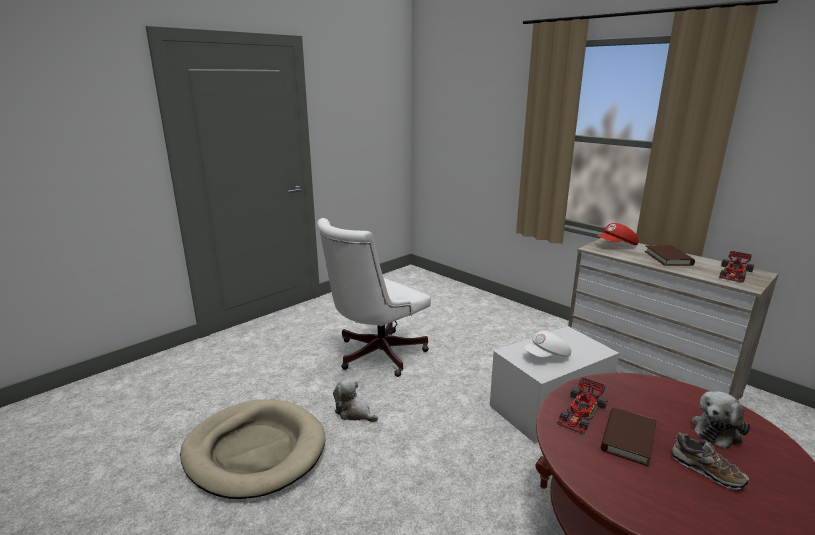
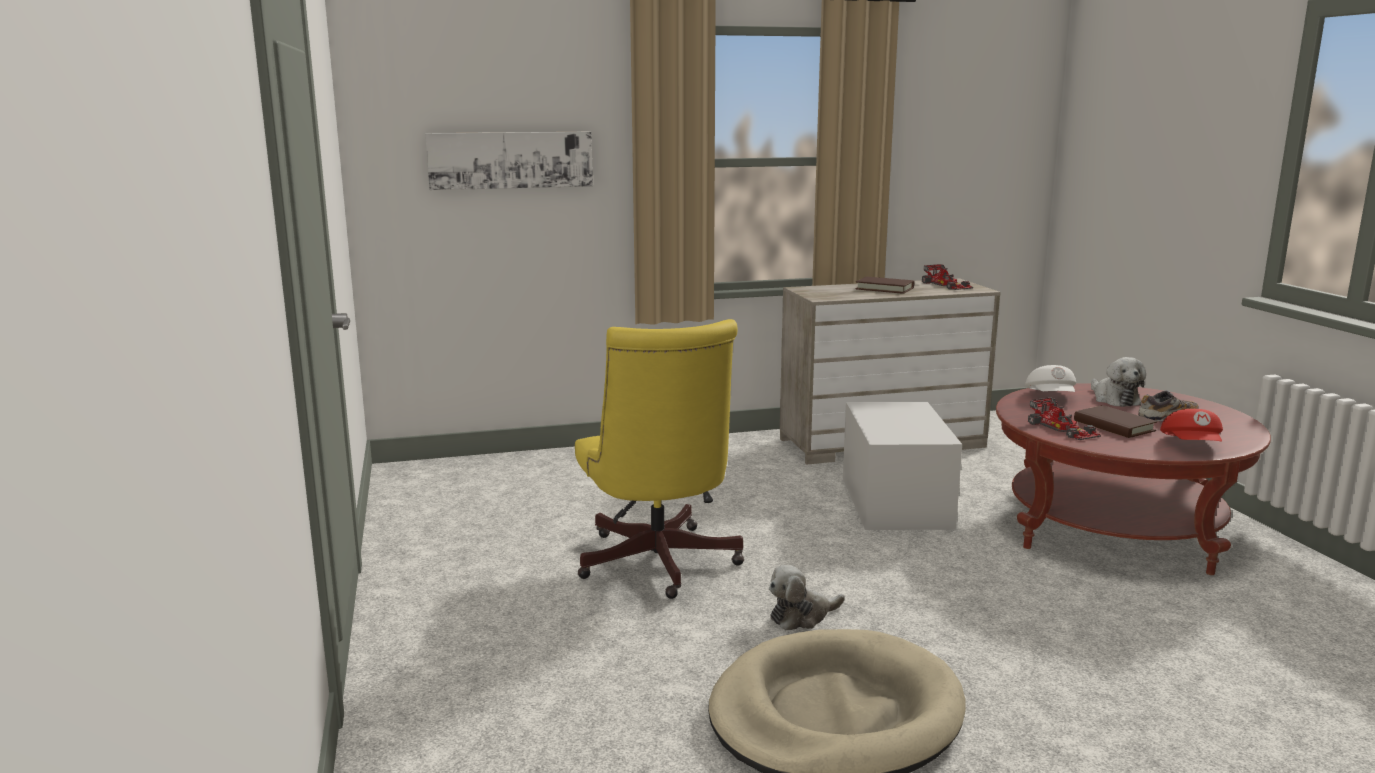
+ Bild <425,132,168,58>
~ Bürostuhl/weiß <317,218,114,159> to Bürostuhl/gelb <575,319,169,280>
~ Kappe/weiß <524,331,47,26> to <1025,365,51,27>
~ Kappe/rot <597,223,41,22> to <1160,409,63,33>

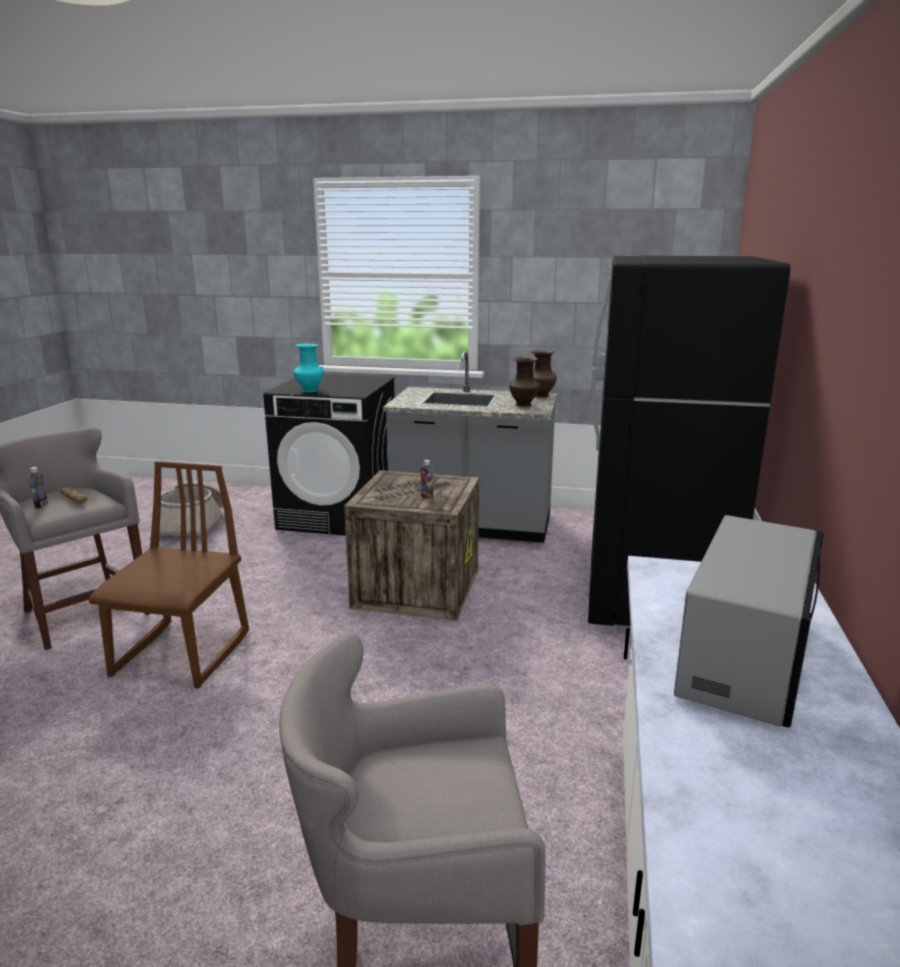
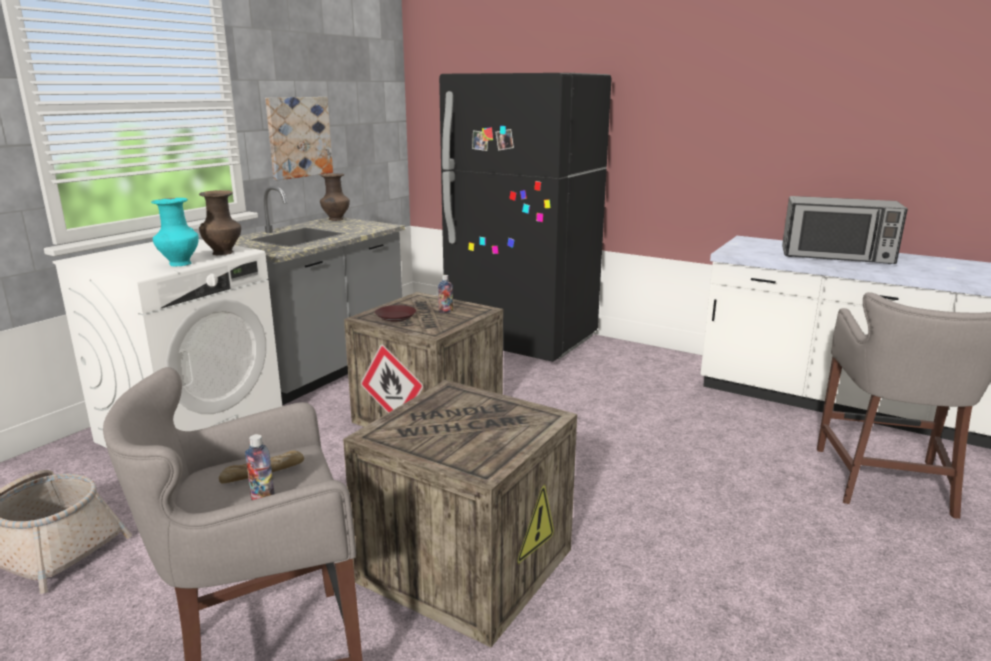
~ Waschmaschine/schwarz <263,374,132,162> to Waschmaschine/weiß <52,239,230,209>
~ Vase/braun <509,356,31,51> to <199,190,42,65>
+ Bild <265,97,68,83>
~ Stuhl/braun <88,461,161,228> to Kiste <343,380,234,267>
+ Teller/braun <375,305,41,16>
~ Mikrowelle <674,515,150,213> = <782,196,126,68> 150 degrees clockwise

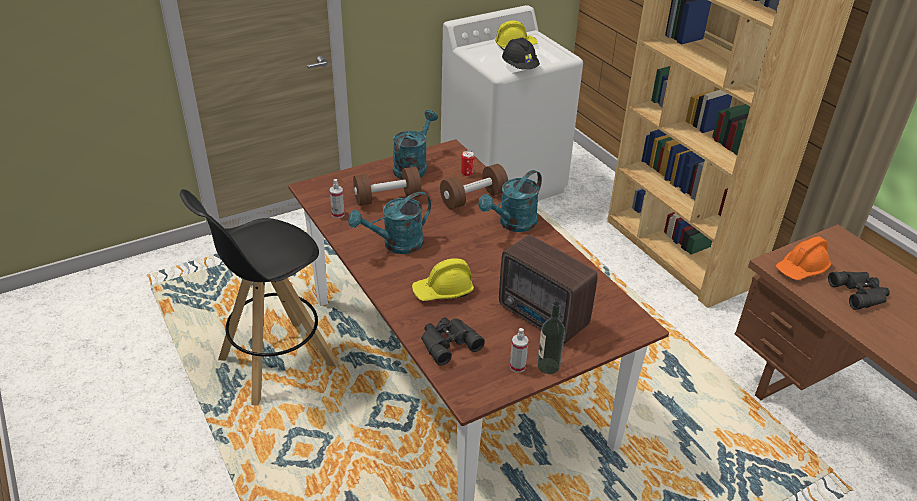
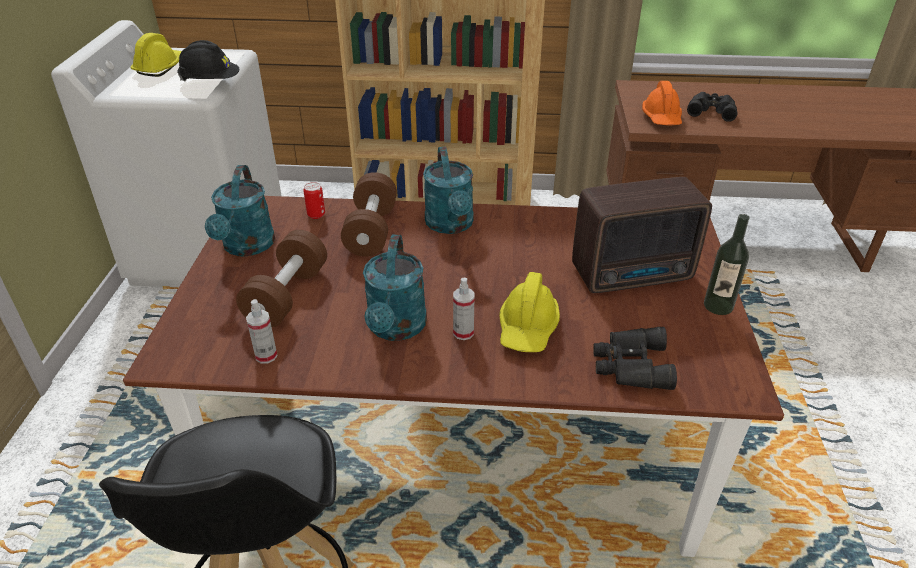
~ Gießkanne/türkis <393,110,45,69> = <205,165,70,91> 150 degrees counterclockwise
~ Sprühflasche <510,328,19,45> to <453,278,22,62>

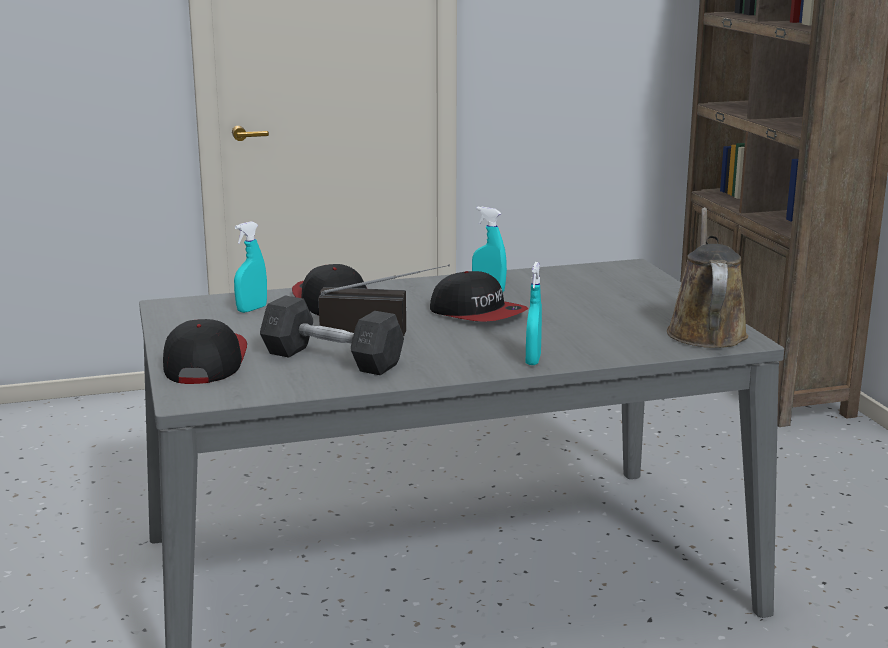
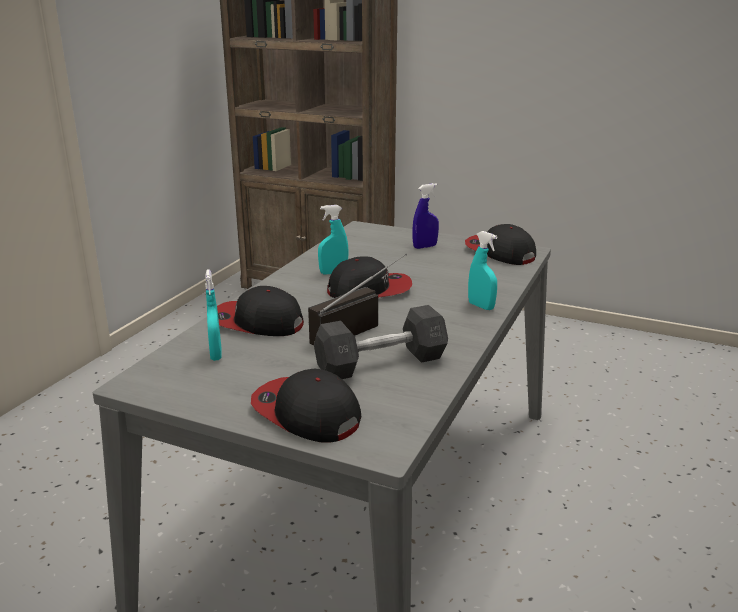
+ Sprühflasche/blau <412,183,27,66>
~ Gießkanne/braun <667,207,81,141> to Kappe <465,224,71,41>

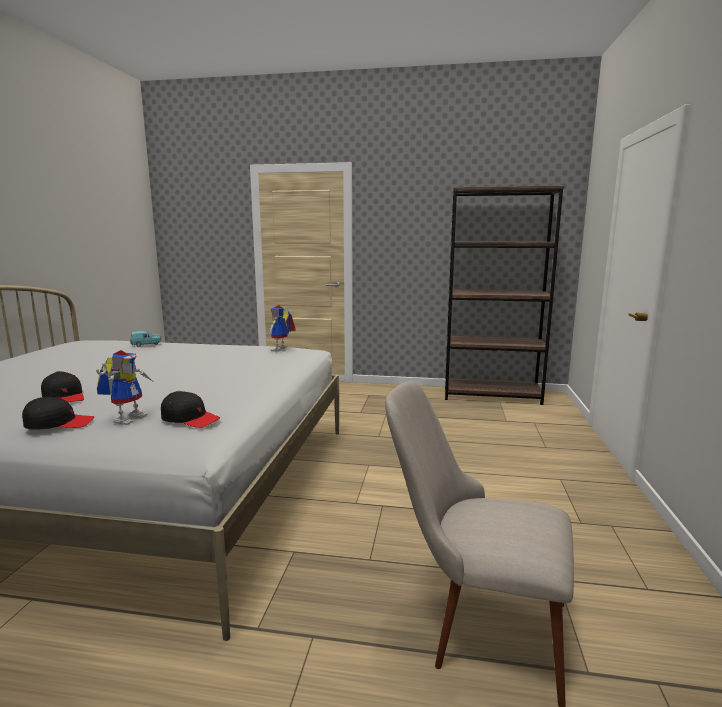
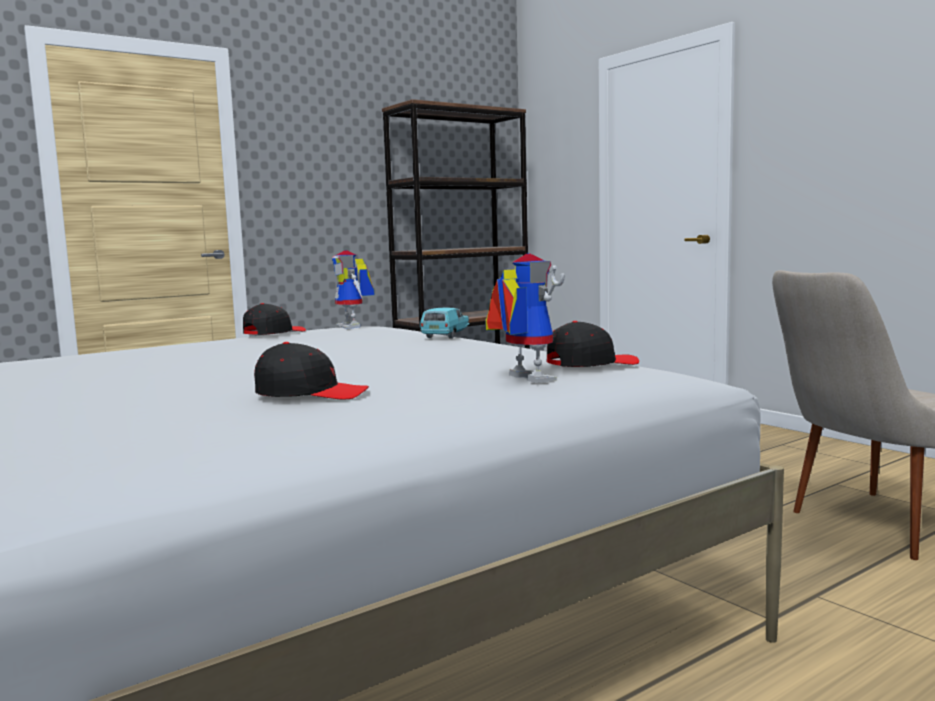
~ Kappe/schwarz <22,397,72,33> to <243,303,63,32>
~ Spielzeugauto/türkis <130,331,31,16> to <420,307,50,31>

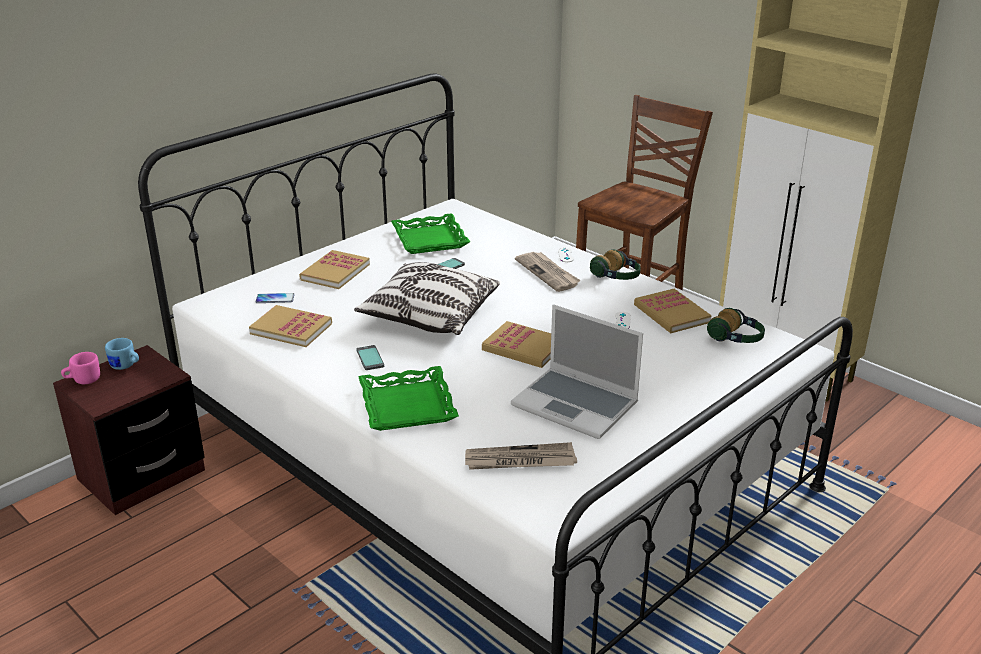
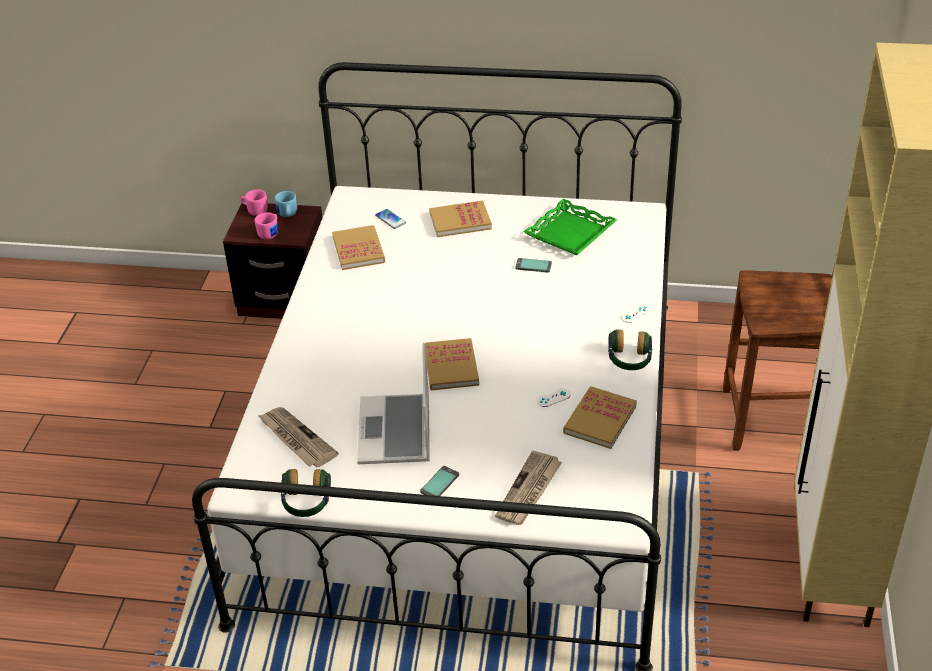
+ Henkelbecher/rosa <255,212,23,27>
~ Kopfhörer <707,308,58,35> to <281,469,50,48>
~ Handy <356,345,28,25> to <420,466,39,30>
~ Zeitung <515,252,66,40> to <495,451,67,74>
- Kissen <354,262,146,73>
- Tablett/grün <358,366,101,65>

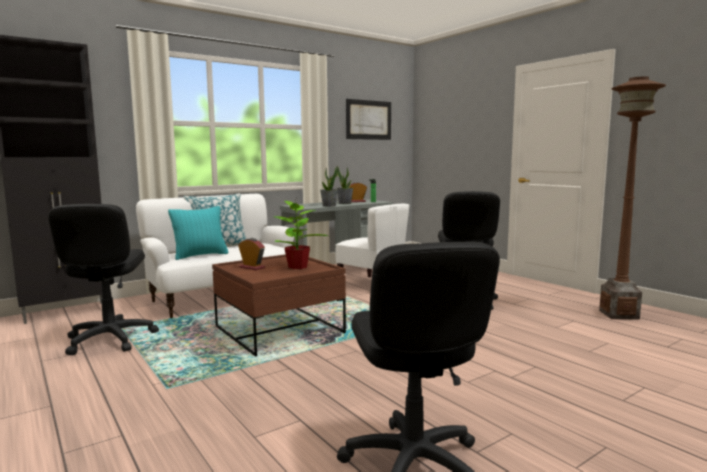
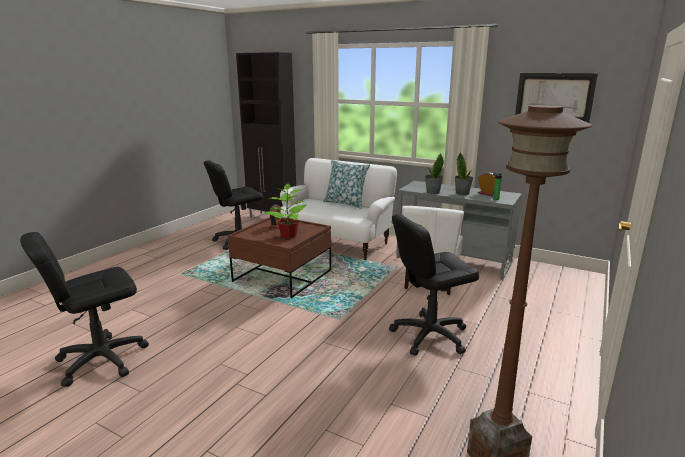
- Kissen/türkis <168,206,60,54>

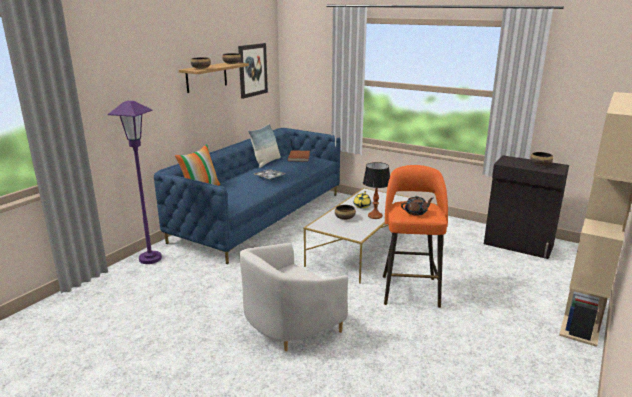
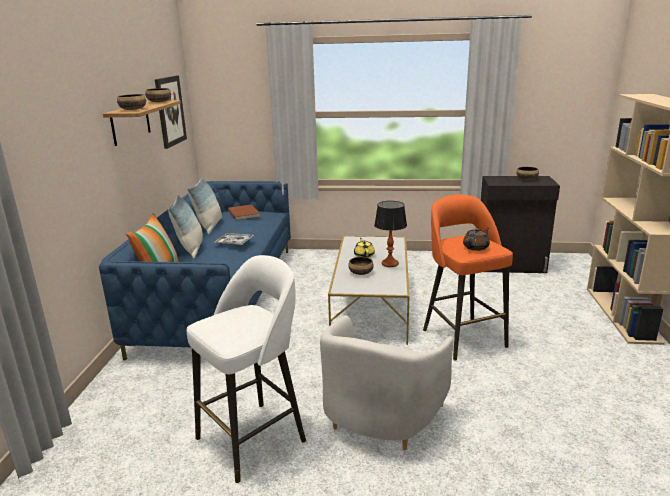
+ Kissen <168,195,35,63>
+ Hocker/weiß <187,255,119,228>
- Stehlampe/lila <108,101,54,163>

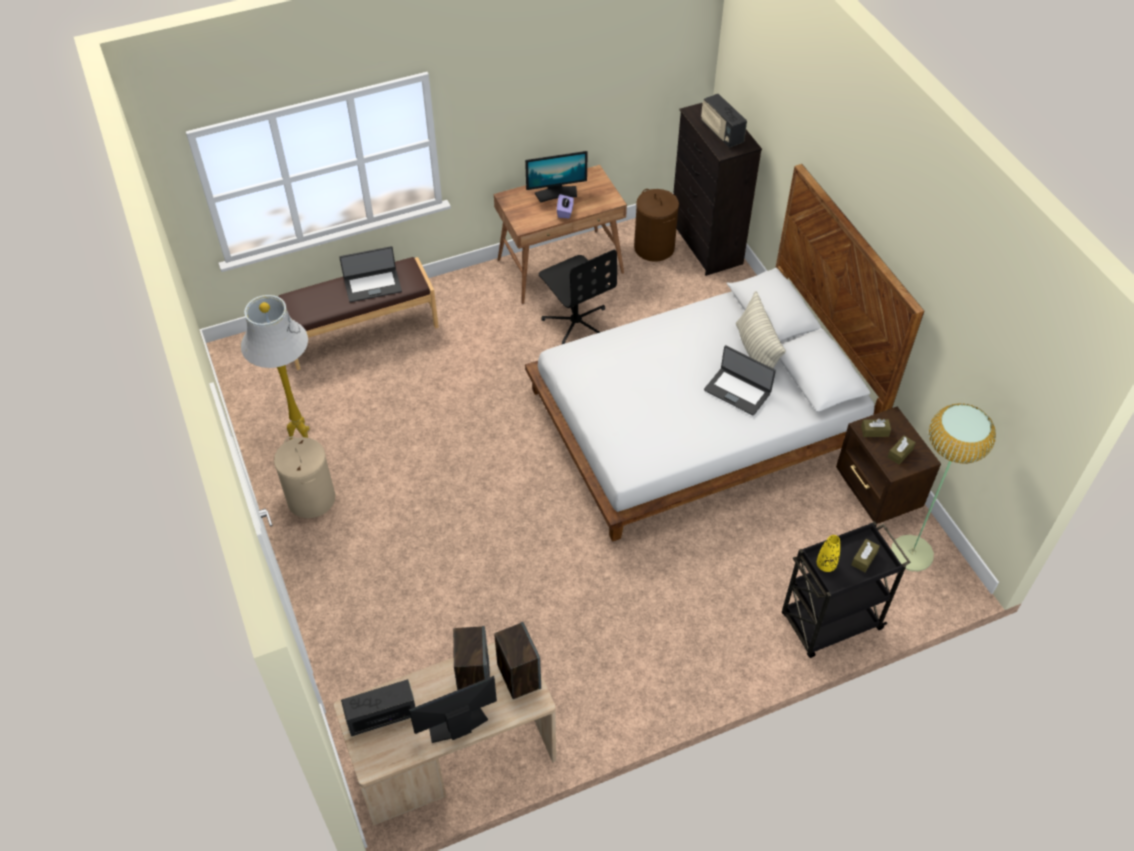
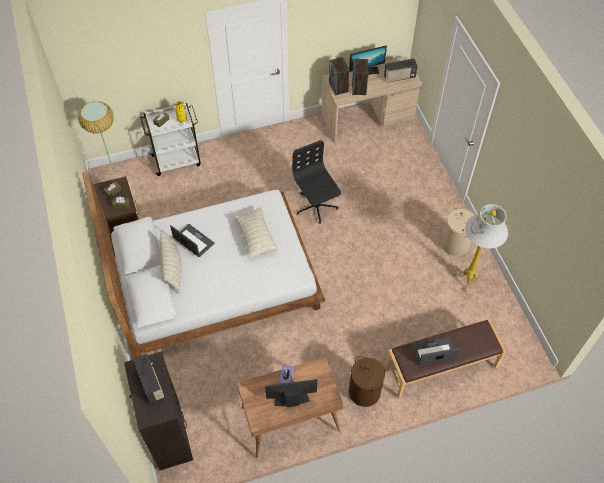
~ Rollwagen/schwarz <782,521,129,137> to Rollwagen/weiß <140,103,61,73>
+ Kissen <233,207,46,51>
~ Bürostuhl/schwarz <539,249,78,95> to <292,140,49,84>
~ Wäschekorb/braun <634,189,45,73> to <349,356,36,51>

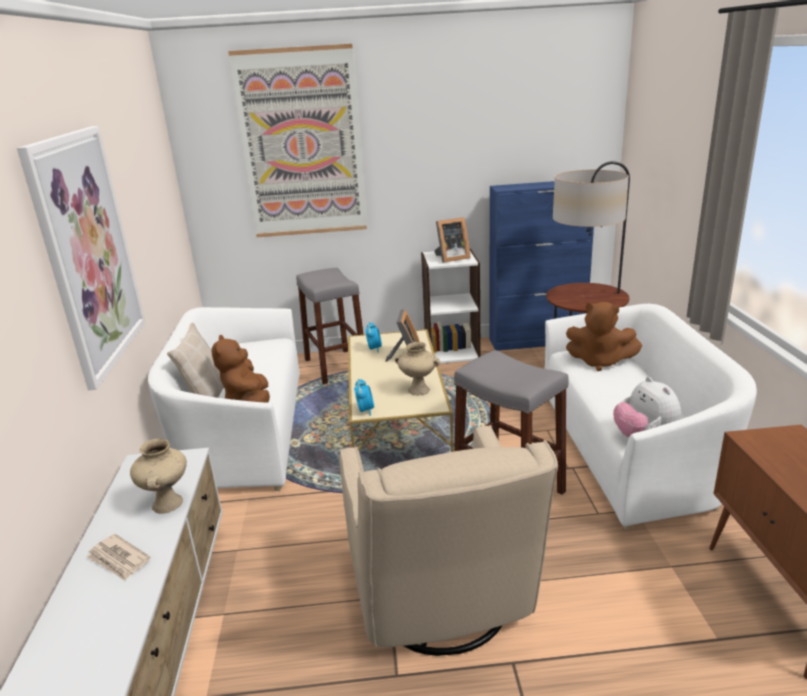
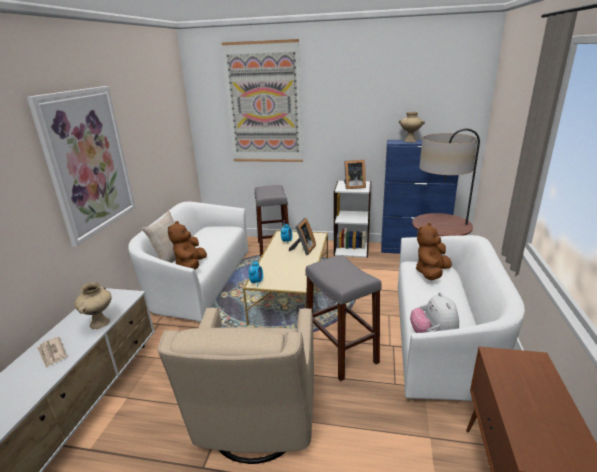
~ Vase/beige <395,342,45,53> to <399,112,26,30>
~ Plüschtier/braun <566,302,76,69> = <416,223,36,57> 90 degrees clockwise

